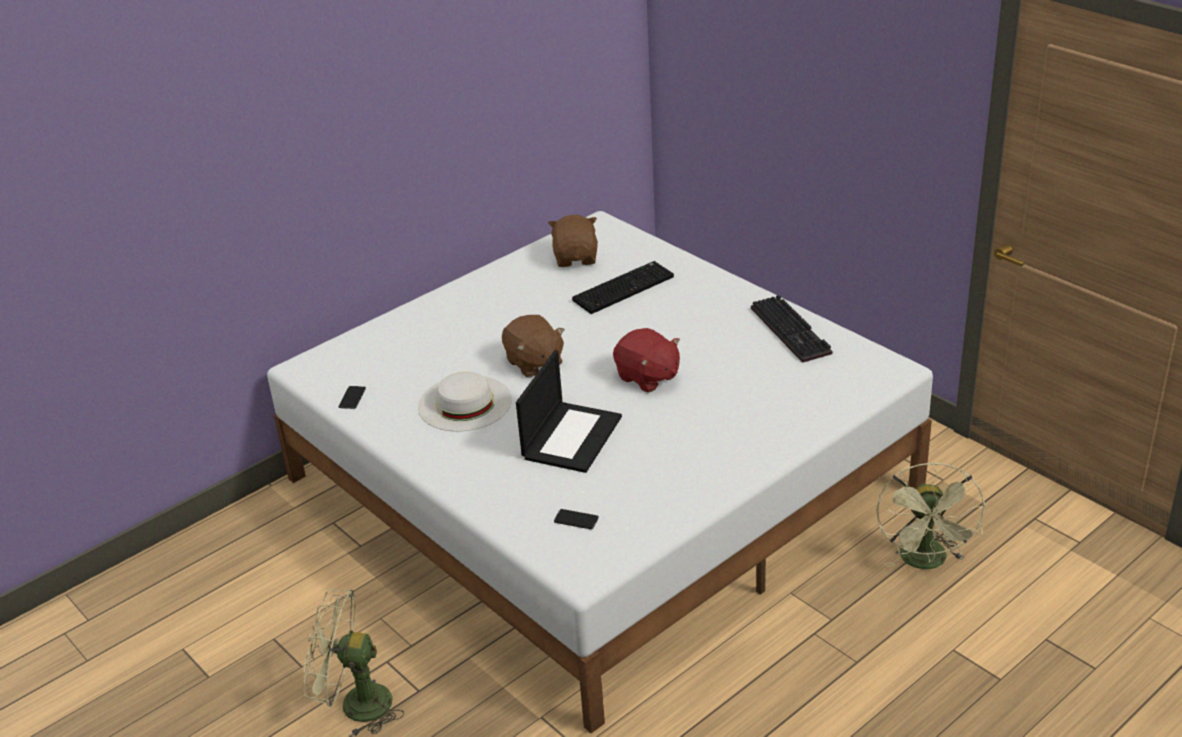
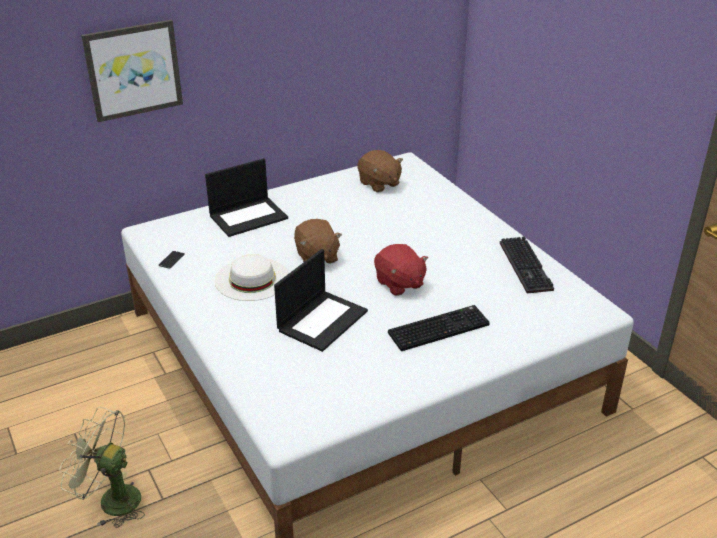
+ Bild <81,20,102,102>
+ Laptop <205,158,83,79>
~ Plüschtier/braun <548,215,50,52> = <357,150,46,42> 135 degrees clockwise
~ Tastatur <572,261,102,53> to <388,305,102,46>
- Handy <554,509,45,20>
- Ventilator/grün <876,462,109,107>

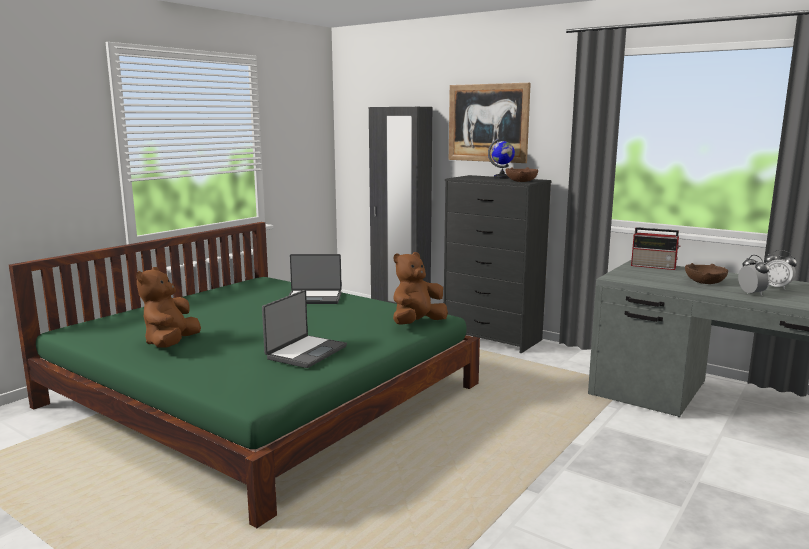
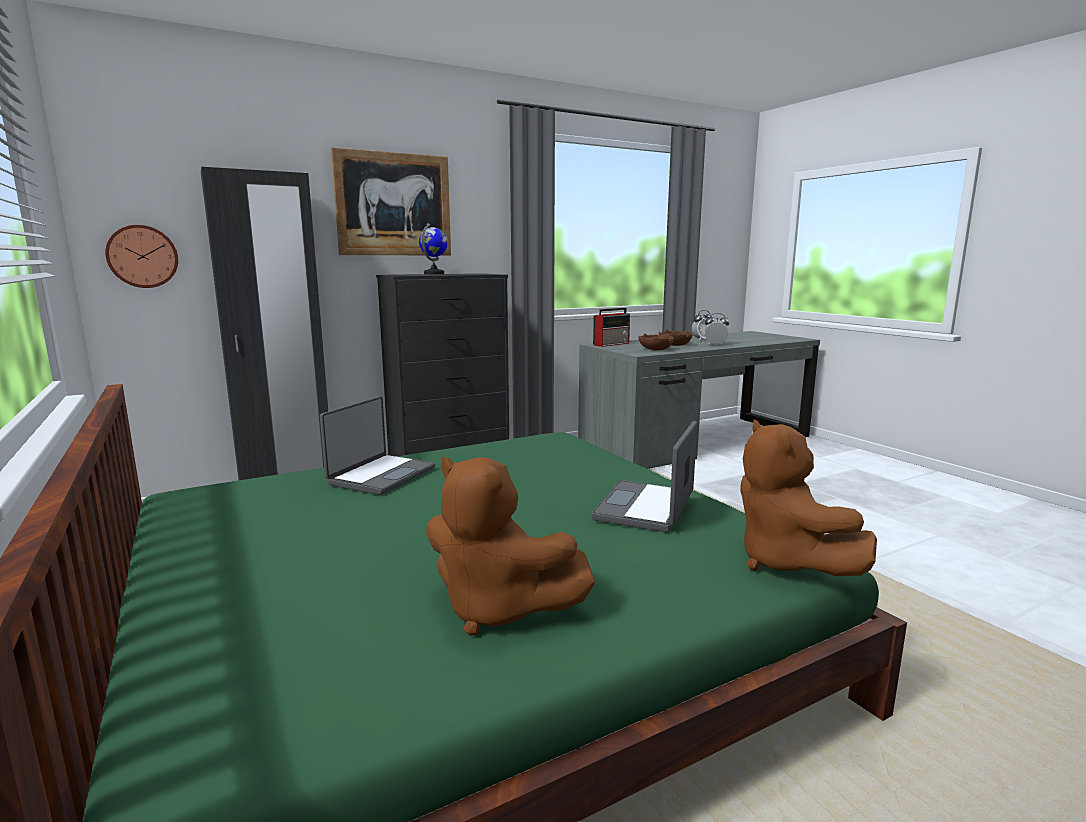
+ Wanduhr <105,225,73,63>
~ Laptop <262,290,85,78> = <591,421,106,111> 120 degrees counterclockwise
~ Schüssel/braun <505,167,33,15> to <639,334,34,16>
~ Plüschtier/braun <393,252,55,73> to <740,420,137,156>

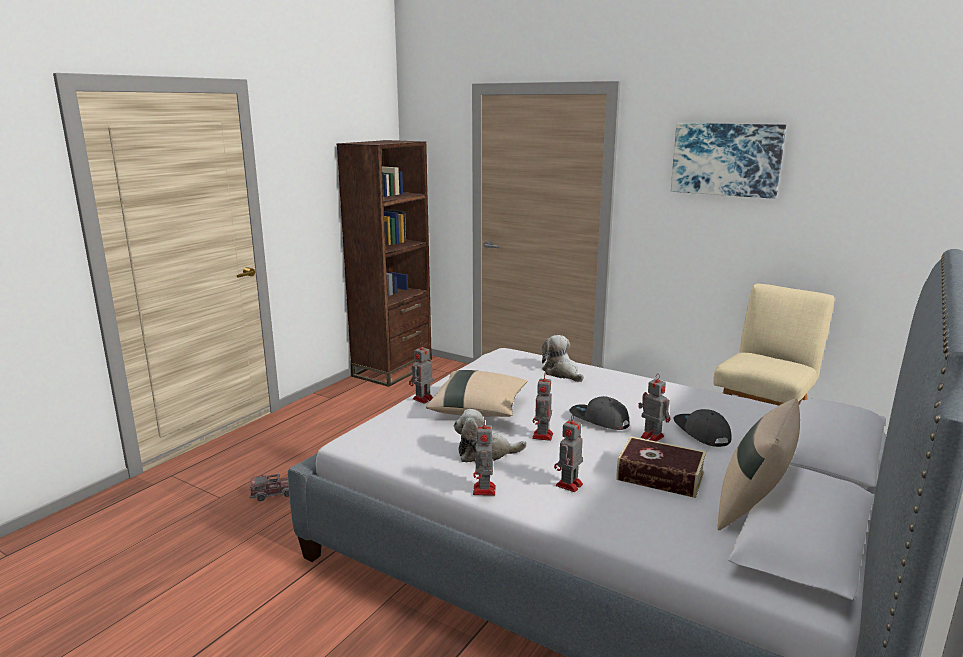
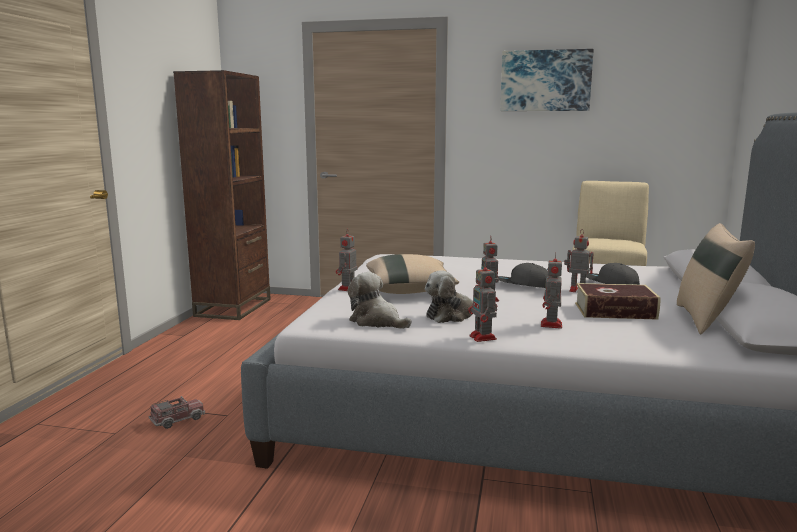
~ Plüschtier <542,335,42,47> to <347,272,64,57>

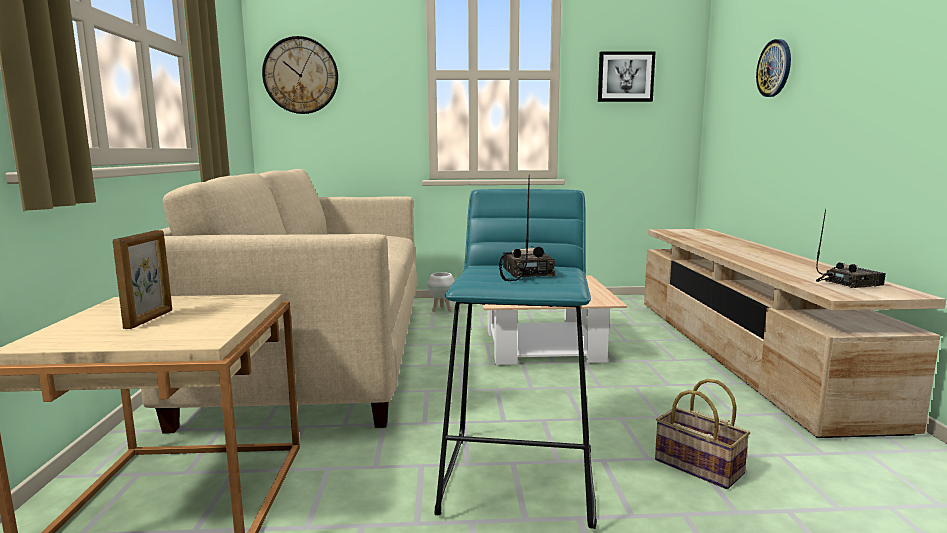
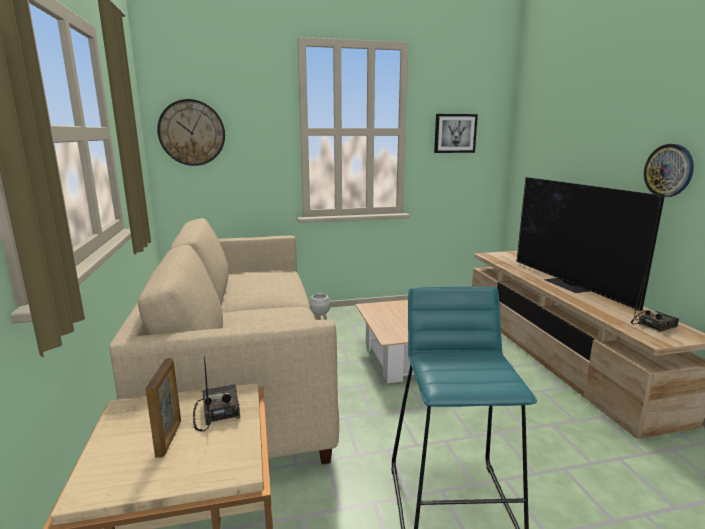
~ Radio <499,175,57,106> to <193,356,47,75>
+ Fernseher <517,177,147,134>
~ Wanduhr <756,39,35,58> to <644,144,50,53>
- Korb <655,379,95,110>

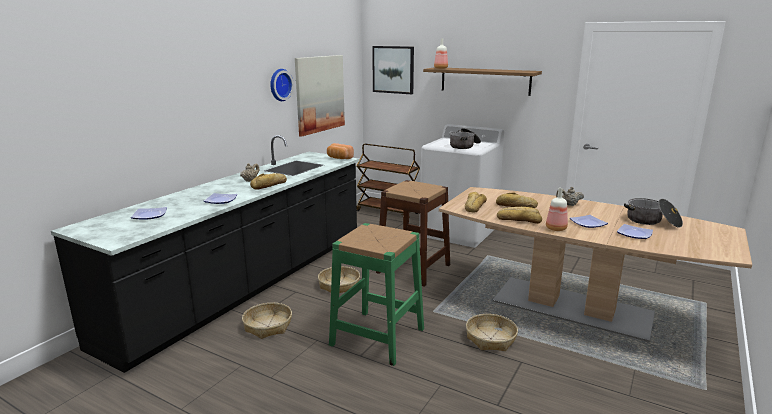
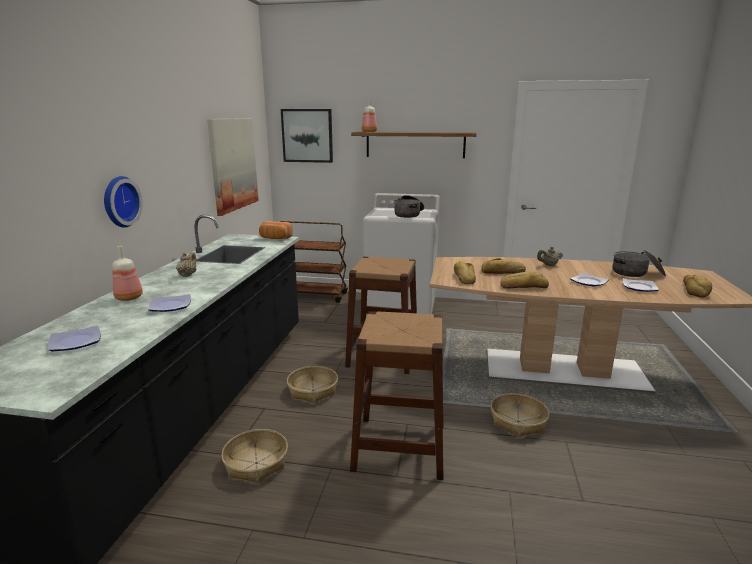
~ Wanduhr <270,69,24,32> to <104,176,39,52>
~ Flasche <546,188,22,43> to <112,246,31,55>
~ Hocker/grün <329,223,95,143> to Hocker/braun <350,311,94,169>
~ Brot <250,173,37,17> to <683,274,29,23>

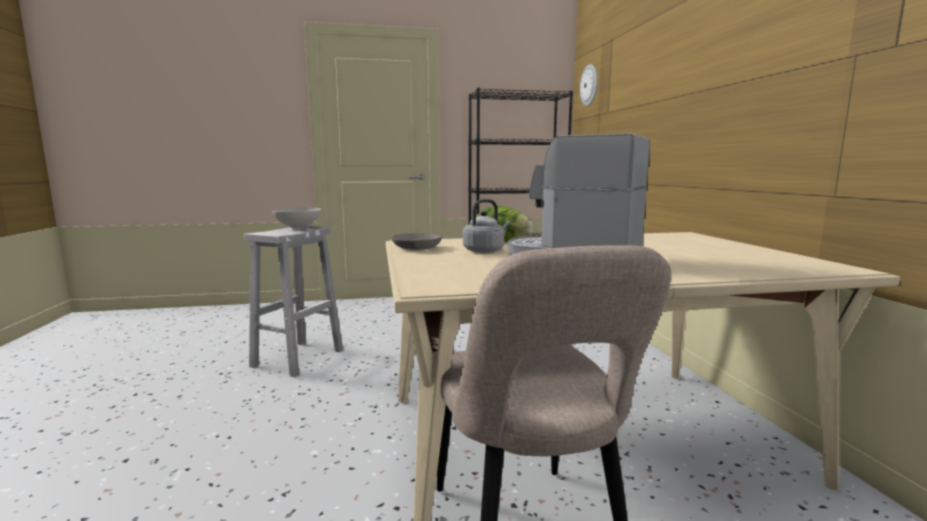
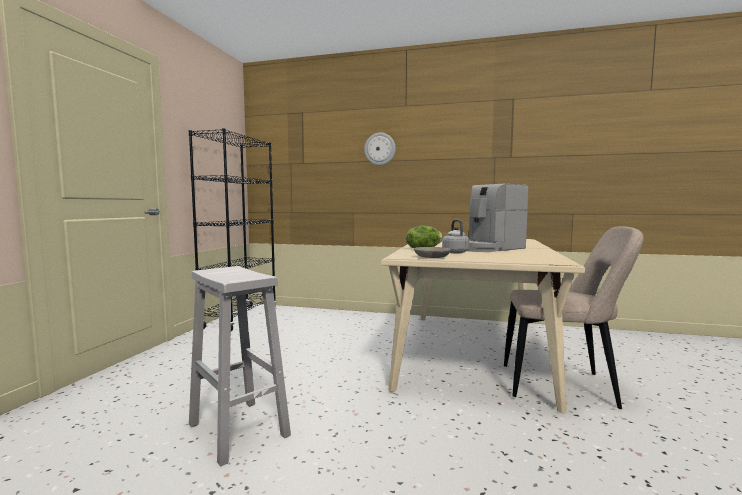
~ Wanduhr <580,64,18,42> to <364,132,32,33>
- Schüssel/weiß <272,208,49,20>

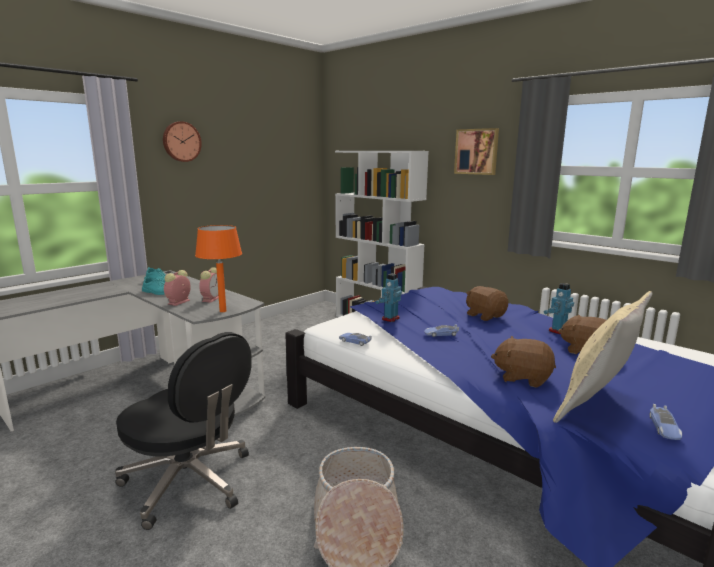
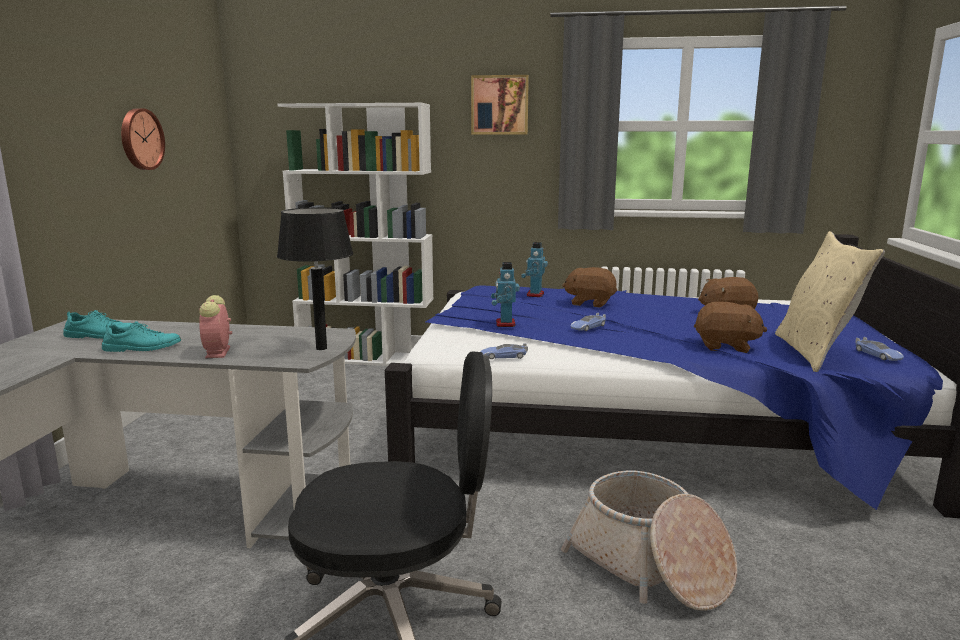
~ Wanduhr <163,121,39,41> to <121,108,44,62>
~ Tischlampe/orange <195,225,47,87> to Tischlampe/schwarz <277,207,76,143>
~ Spielzeugroboter <544,283,30,51> to <521,242,27,55>
~ Plüschtier/braun <491,336,65,52> = <694,302,73,51> 150 degrees counterclockwise
- Wecker <199,267,20,36>

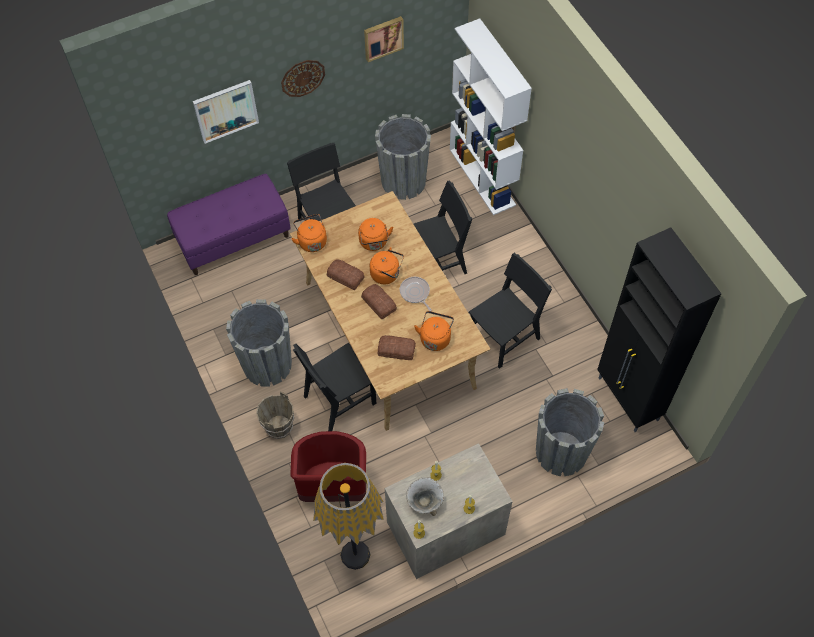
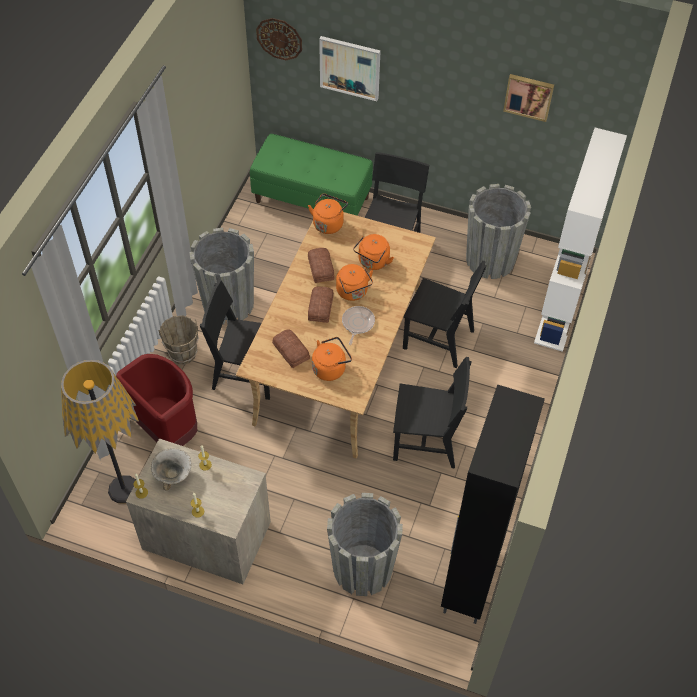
~ Bank/lila <167,174,124,101> to Bank/grün <250,134,123,82>
~ Wanduhr <281,60,44,37> to <256,18,46,42>

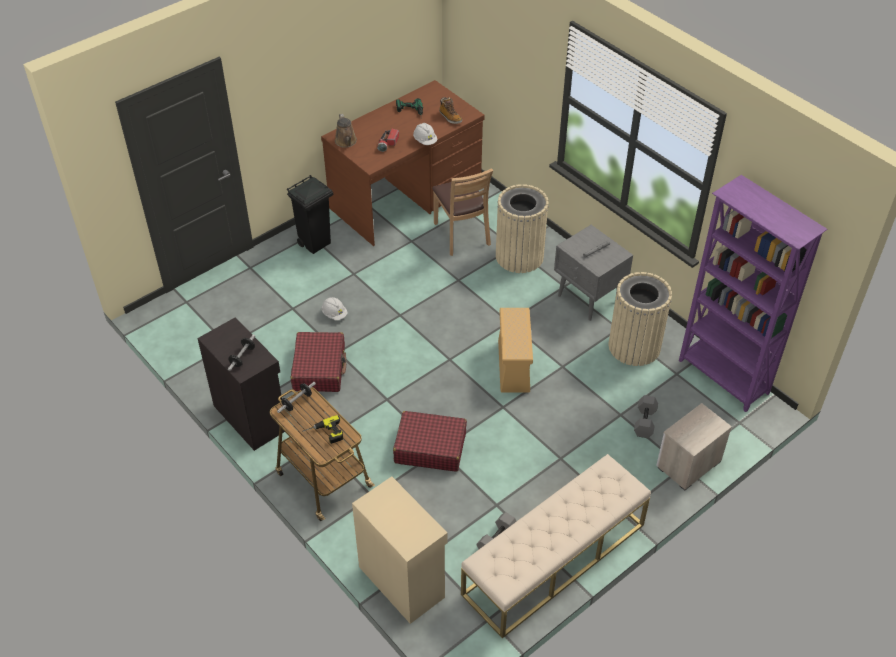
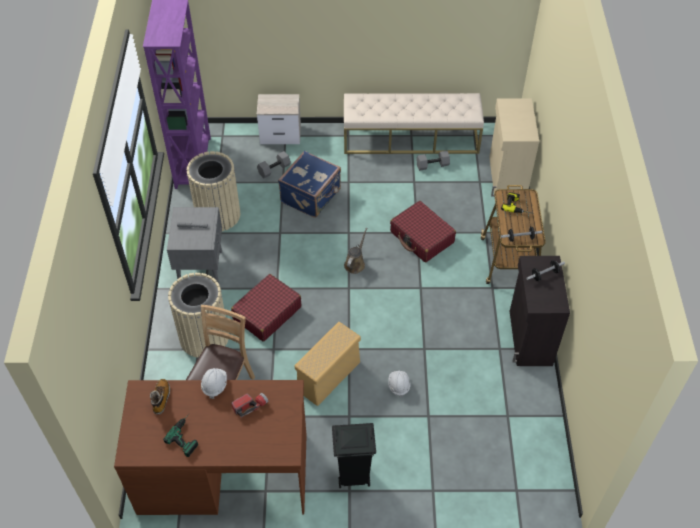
~ Koffer/rot <291,332,55,60> to <231,274,70,68>
+ Koffer/blau <278,151,63,67>
~ Aufbewahrungsbox/beige <498,308,35,85> to <294,322,67,84>
~ Gießkanne/braun <335,114,22,34> to <344,228,23,46>

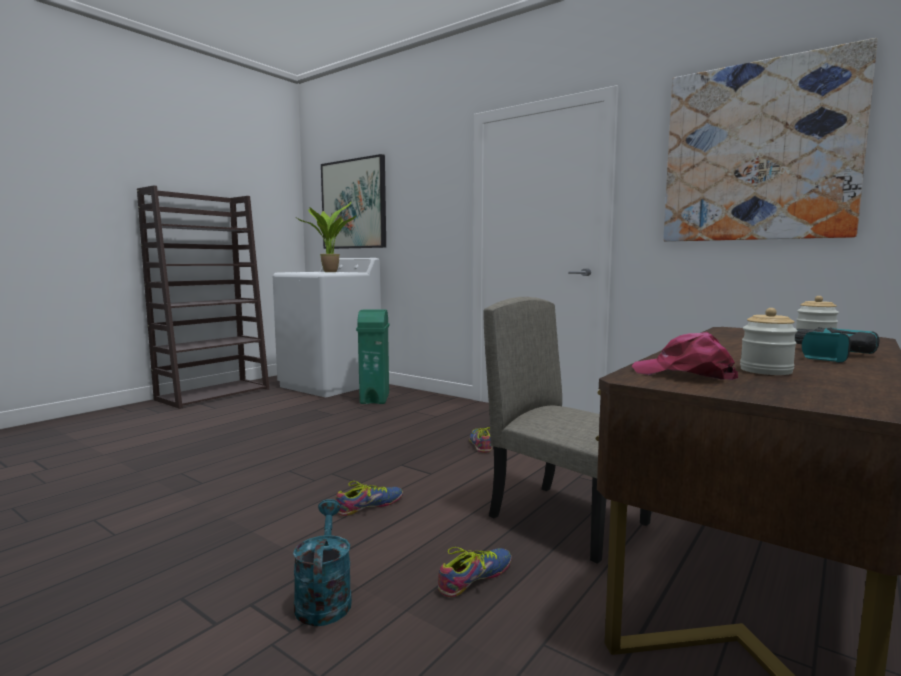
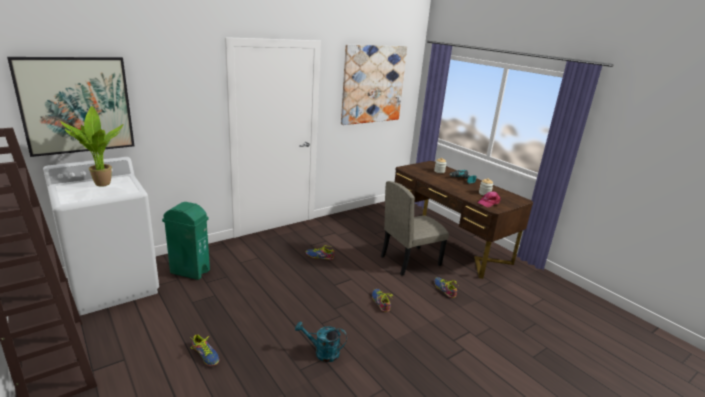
+ Schuh <190,335,29,31>
~ Gießkanne/türkis <293,499,59,127> to <295,321,52,41>

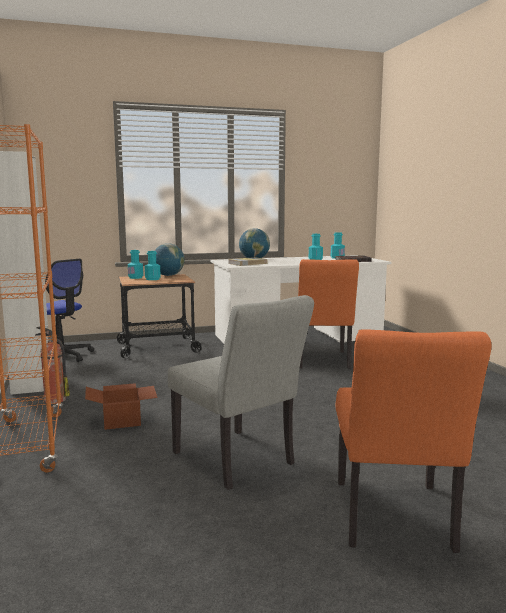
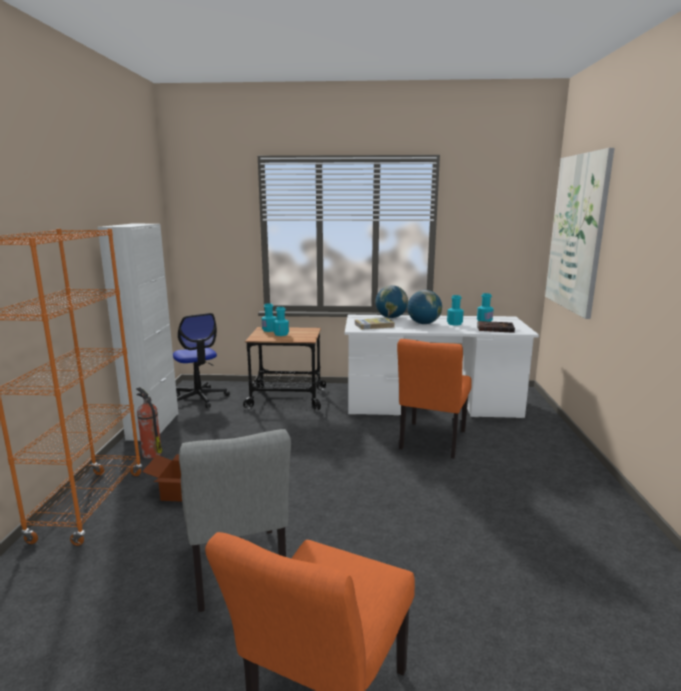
~ Globus <154,243,30,33> to <407,290,35,34>
+ Bild <545,148,69,171>

